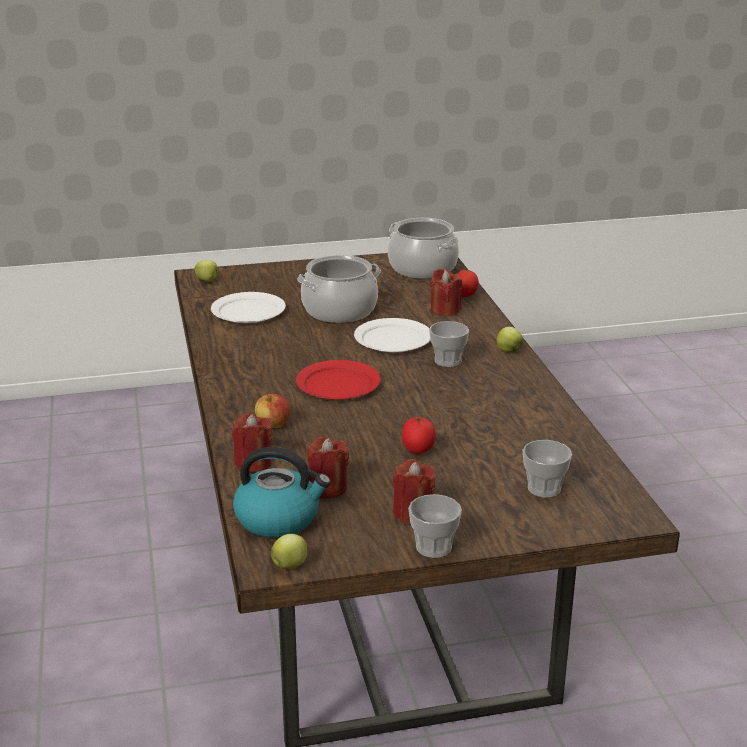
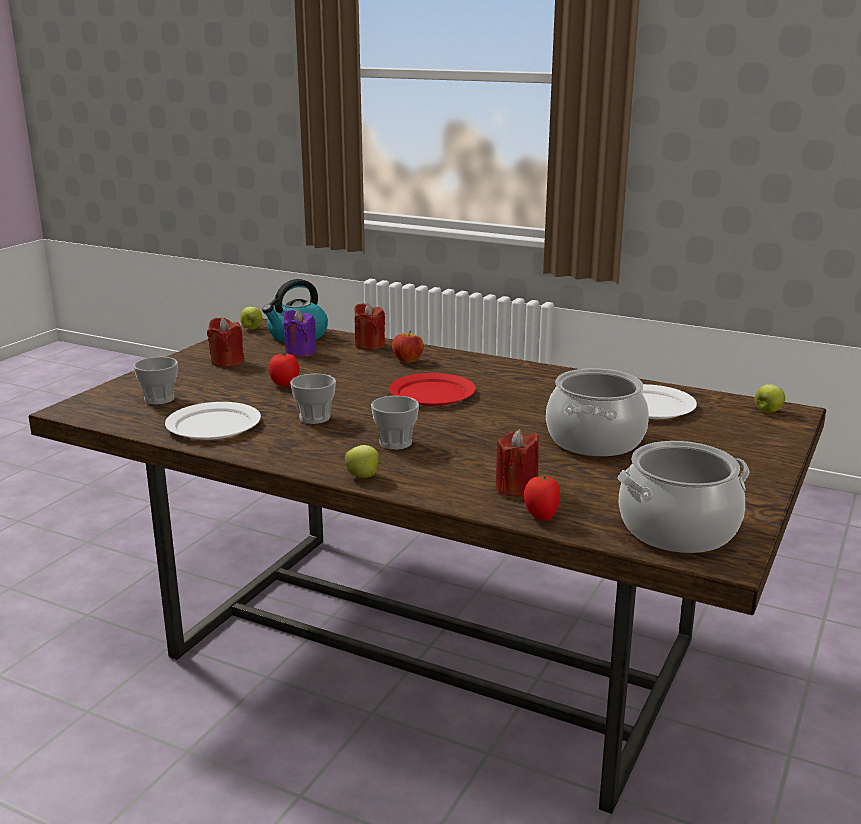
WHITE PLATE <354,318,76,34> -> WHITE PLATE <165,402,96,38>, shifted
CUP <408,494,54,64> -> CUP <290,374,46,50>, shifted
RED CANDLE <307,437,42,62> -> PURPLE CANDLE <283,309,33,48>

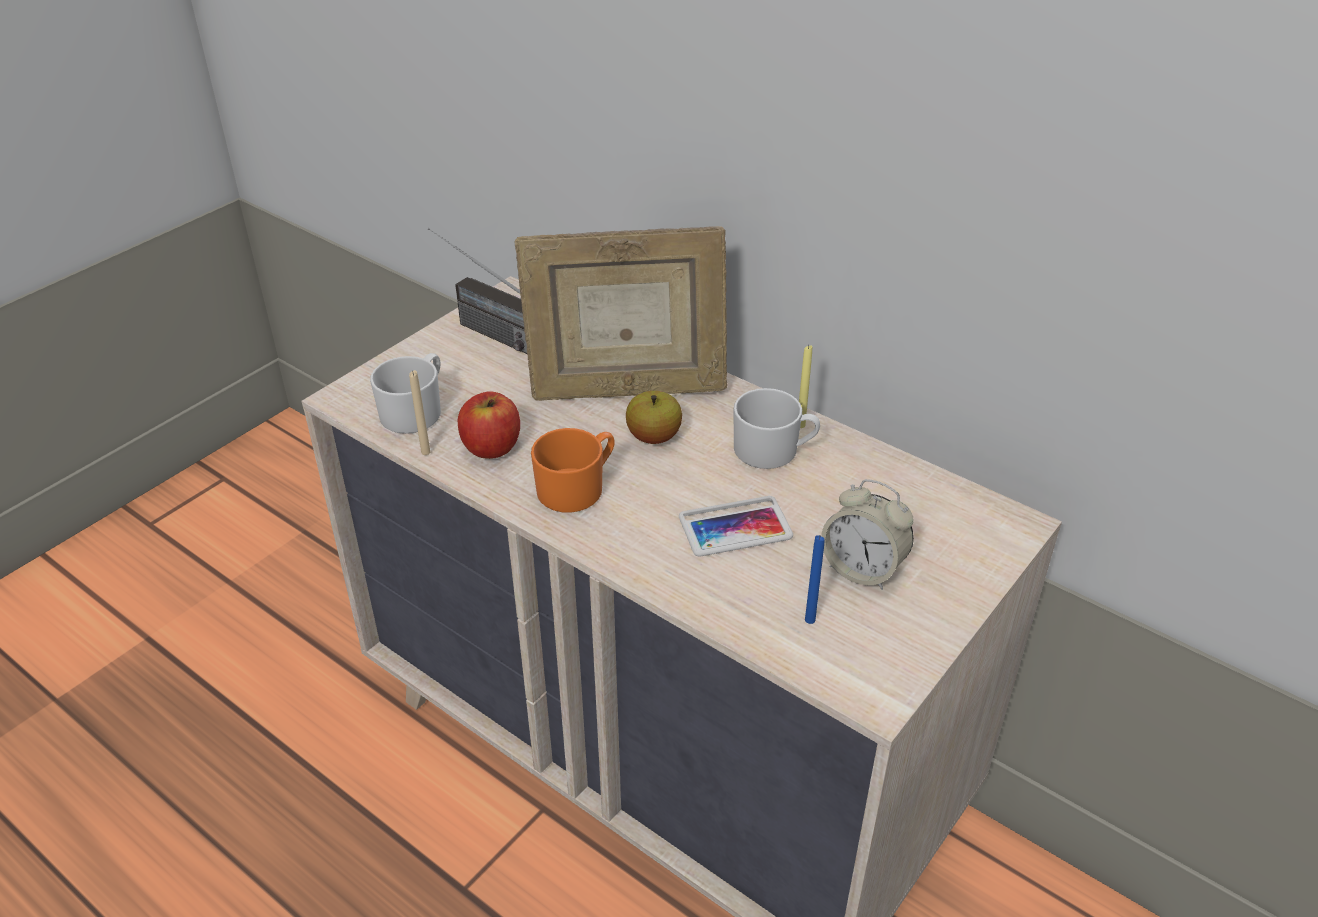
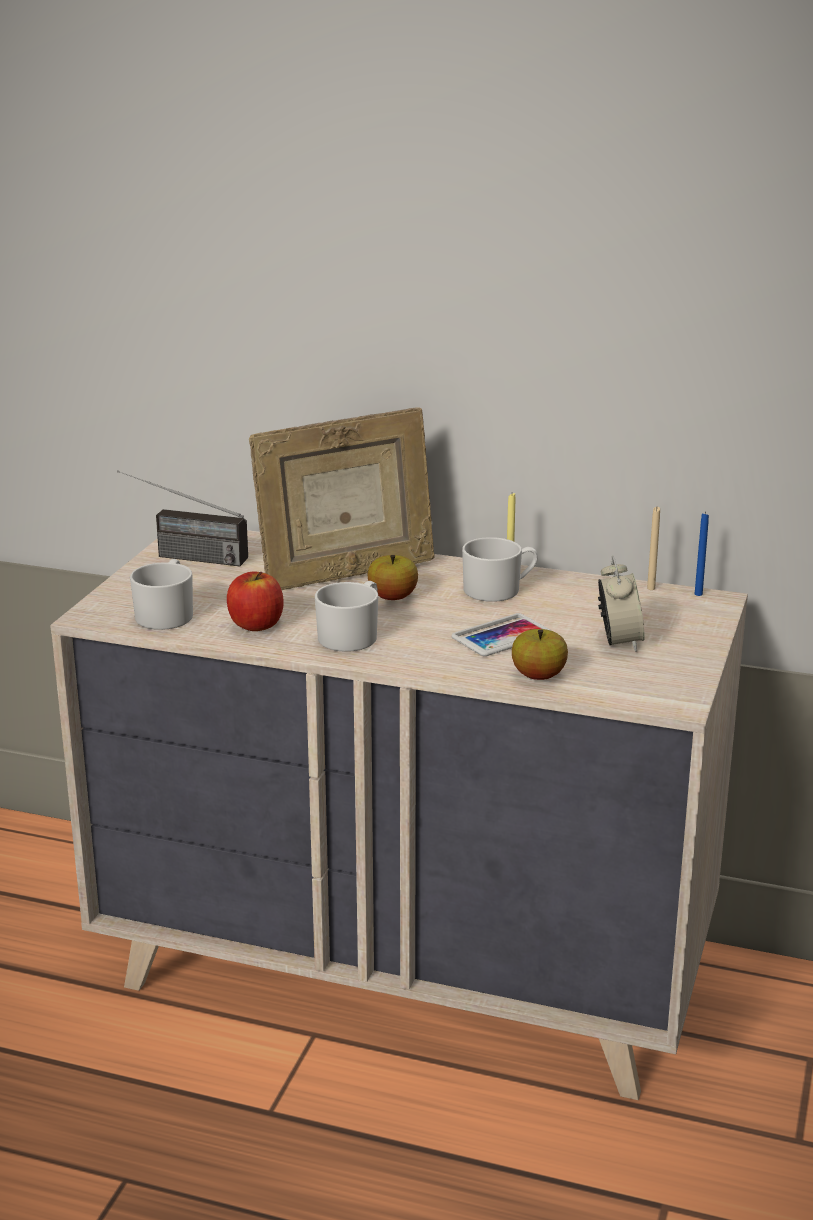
none -> APPLE <512,629,56,51>
BEIGE CANDLE <409,370,21,85> -> BEIGE CANDLE <647,507,13,83>, shifted
BLUE CANDLE <805,535,20,89> -> BLUE CANDLE <695,512,14,84>, shifted
ORANGE MUG <531,428,84,85> -> WHITE MUG <315,581,63,71>
ALARM CLOCK <821,479,93,111> -> ALARM CLOCK <598,555,47,97>, 105 degrees counterclockwise

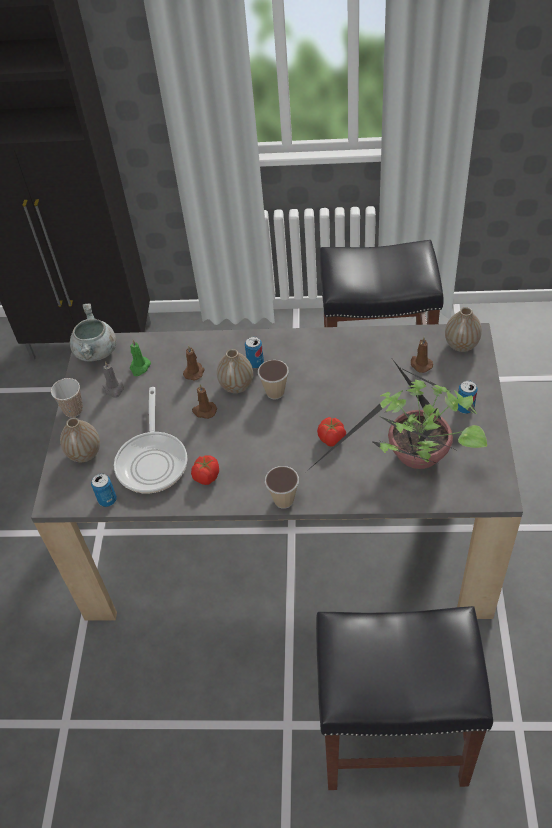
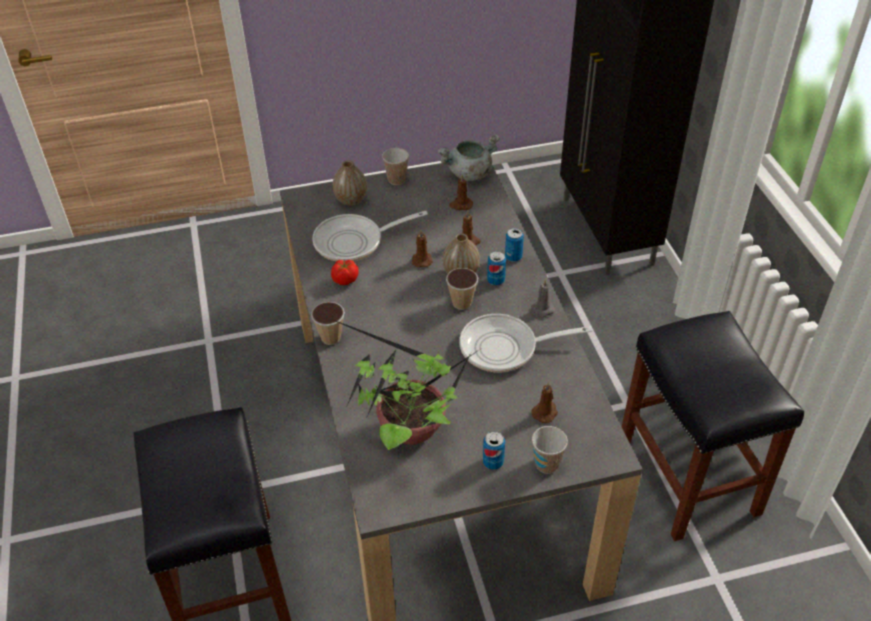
TOMATO <317,417,29,30> -> none
VASE <445,307,37,45> -> none
none -> FRYING PAN <459,314,134,58>
none -> CUP <532,426,36,48>
CAN <91,473,26,34> -> CAN <505,228,19,34>, shifted
GREY CANDLE <103,361,21,37> -> GREY CANDLE <530,279,25,39>, shifted
GREEN CANDLE <130,340,21,36> -> BROWN CANDLE <449,174,24,36>

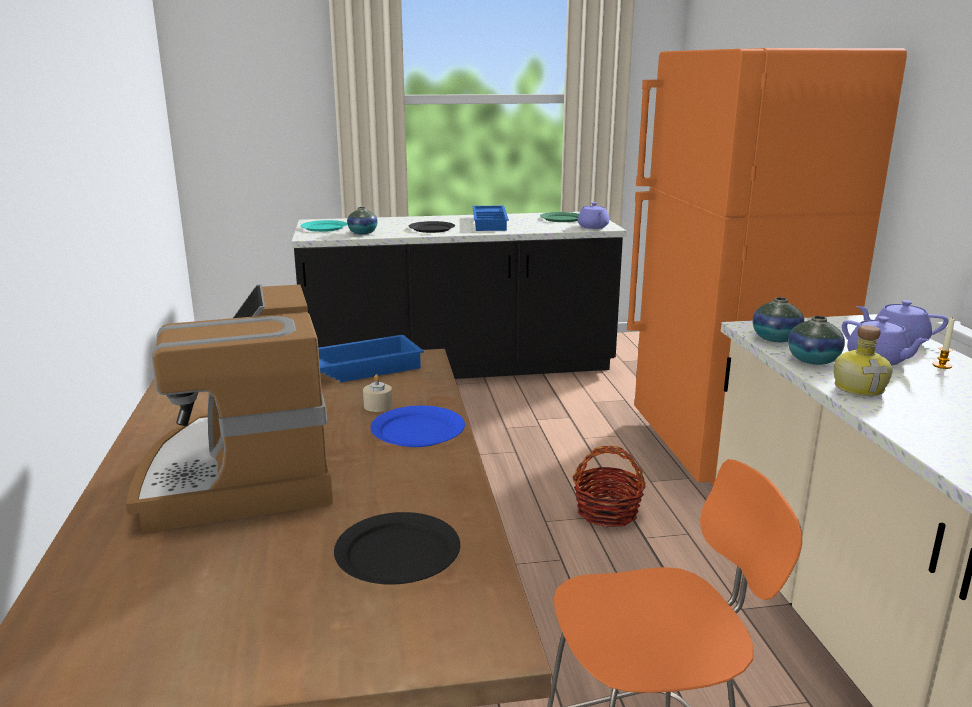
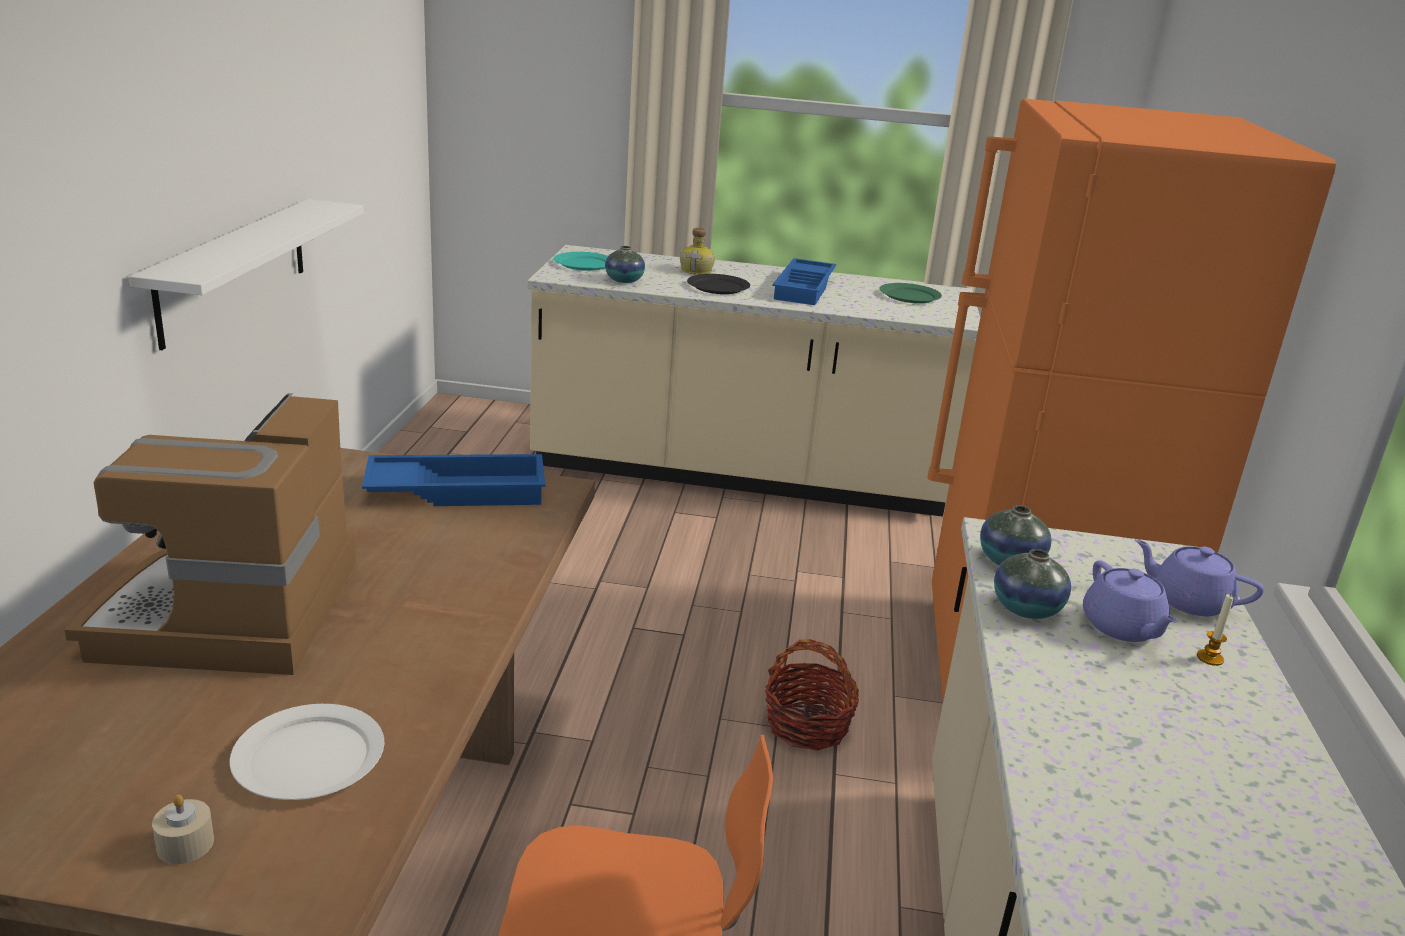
BLUE PLATE <370,406,95,41> -> none
PURPLE TEAPOT <578,202,31,27> -> none
none -> WHITE SHELF <129,199,235,151>
BEIGE CANDLE <363,374,29,38> -> BEIGE CANDLE <152,794,62,70>, shifted
BOTTLE <834,325,58,71> -> BOTTLE <680,228,35,47>, shifted
BLACK COUNTER <292,212,335,167> -> BEIGE COUNTER <527,245,453,272>
BLACK PLATE <334,512,126,72> -> WHITE PLATE <230,704,154,96>

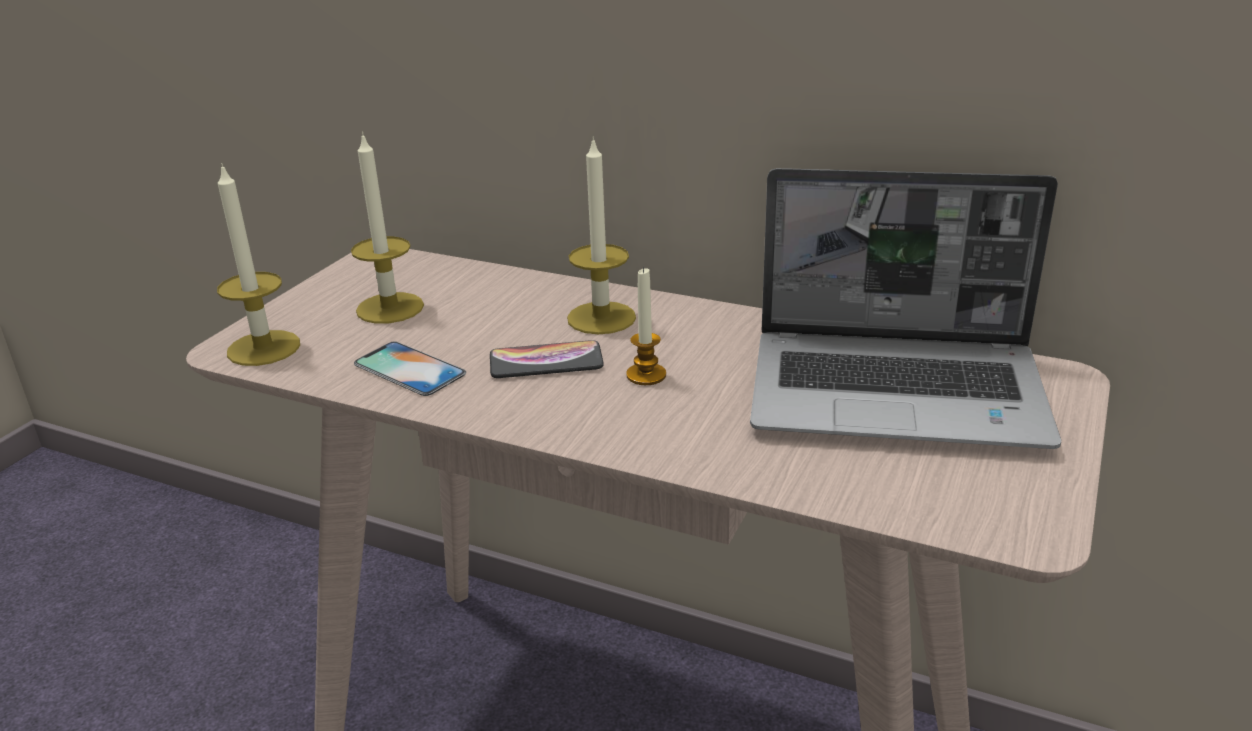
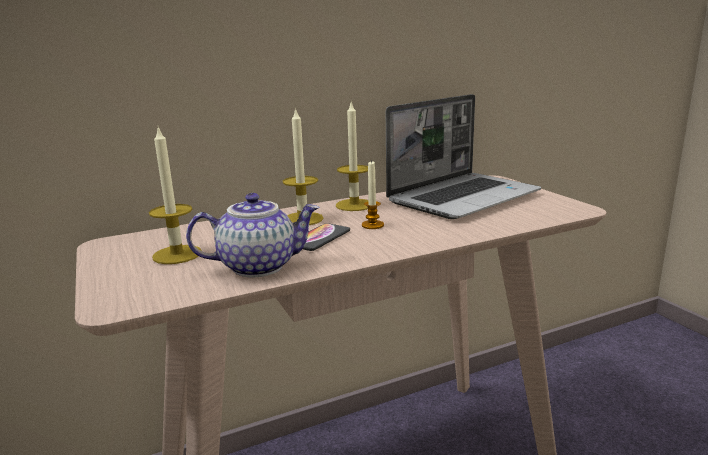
CANDLE <217,163,83,203> -> CANDLE <336,103,33,108>, shifted
PHONE <354,341,112,55> -> TEAPOT <186,193,134,84>

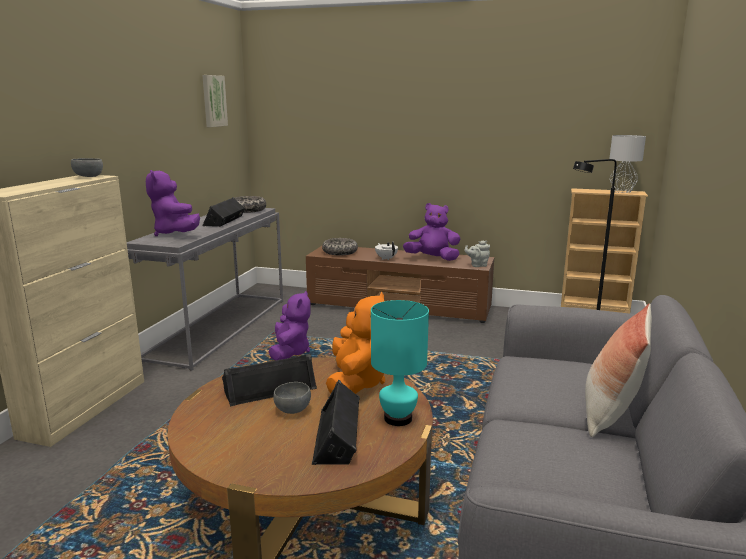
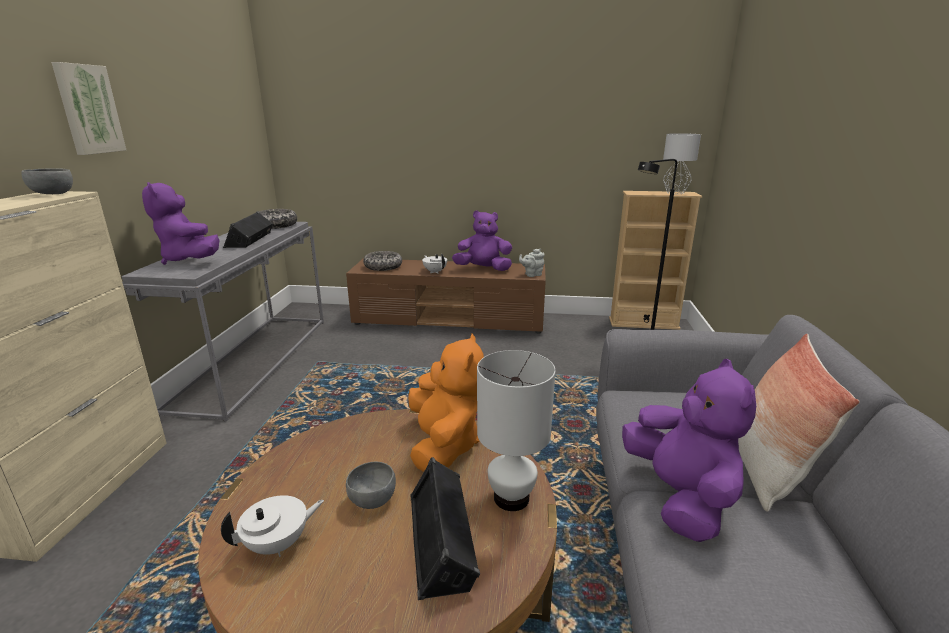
BLACK SPEAKER <222,354,95,52> -> none
none -> WHITE TEAPOT <221,495,103,62>
PICTURE <202,75,26,52> -> PICTURE <51,62,75,93>, shifted
PURPLE PLUSH TOY <269,291,42,69> -> PURPLE PLUSH TOY <622,359,134,183>, shifted
TURQUOISE TABLE LAMP <371,300,58,126> -> WHITE TABLE LAMP <477,350,79,161>

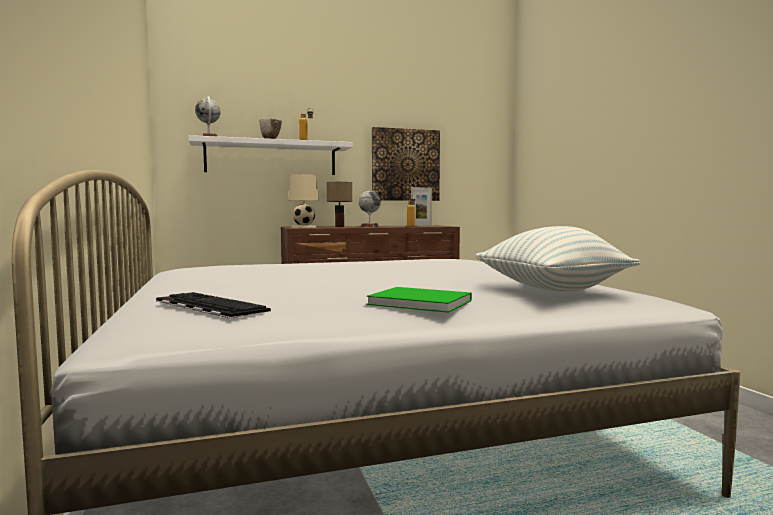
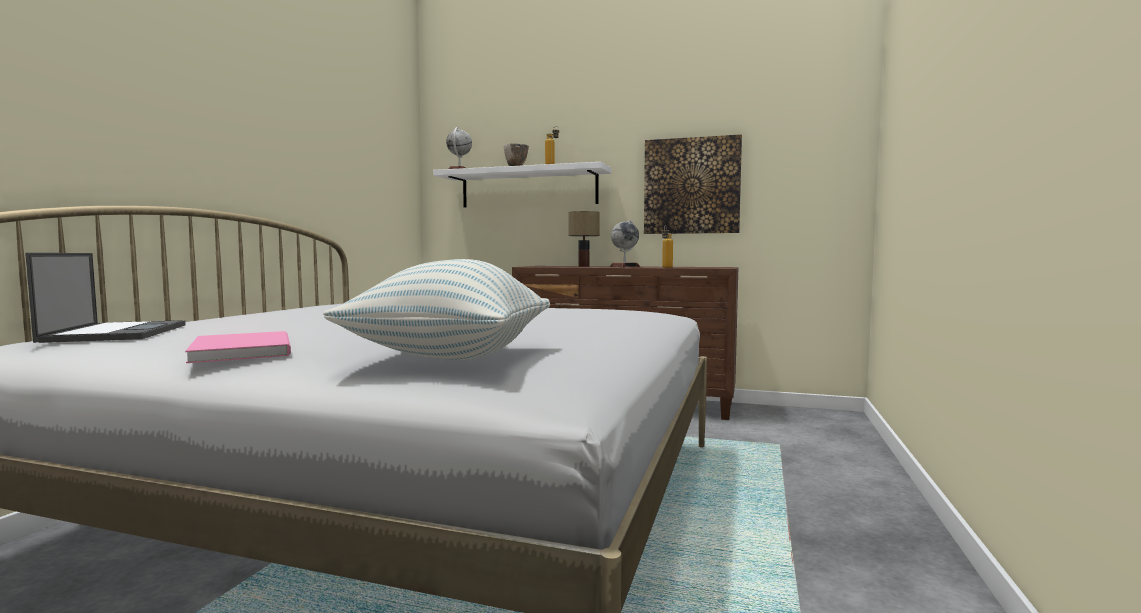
BEIGE TABLE LAMP <288,174,31,54> -> none
PICTURE FRAME <411,187,21,39> -> none
KEYBOARD <156,292,115,27> -> LAPTOP <25,253,161,90>
GREEN BOOK <367,287,105,26> -> PINK BOOK <185,331,106,32>

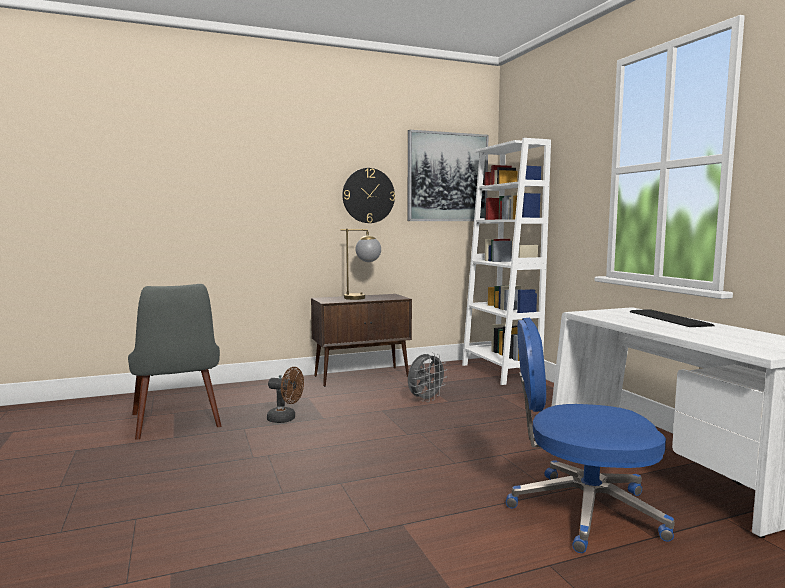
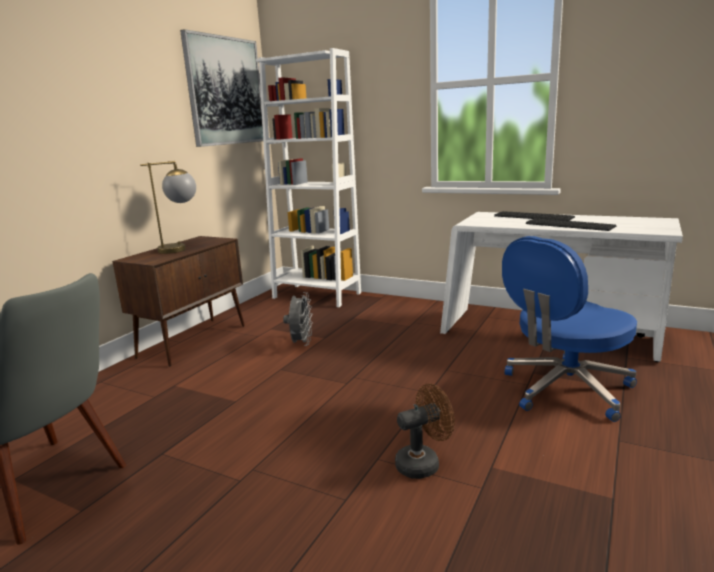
WALL CLOCK <342,168,53,55> -> none
none -> KEYBOARD <526,218,90,13>
BROWN FAN <267,367,37,56> -> BROWN FAN <395,384,60,95>, shifted

